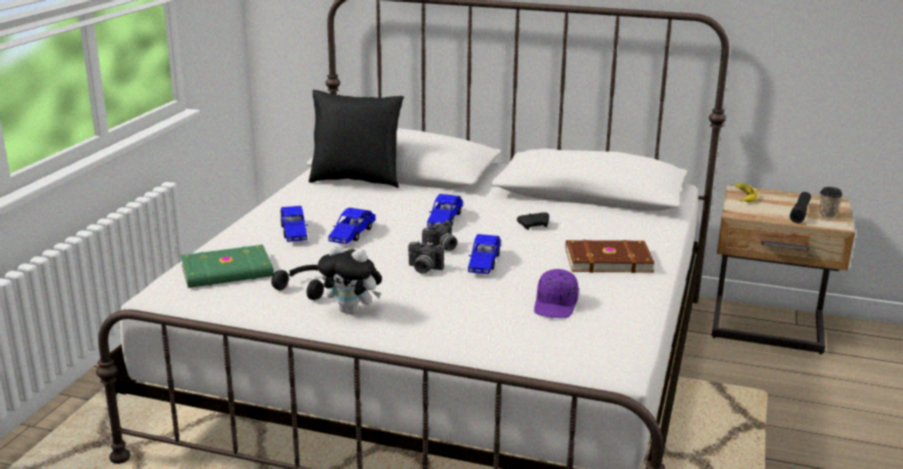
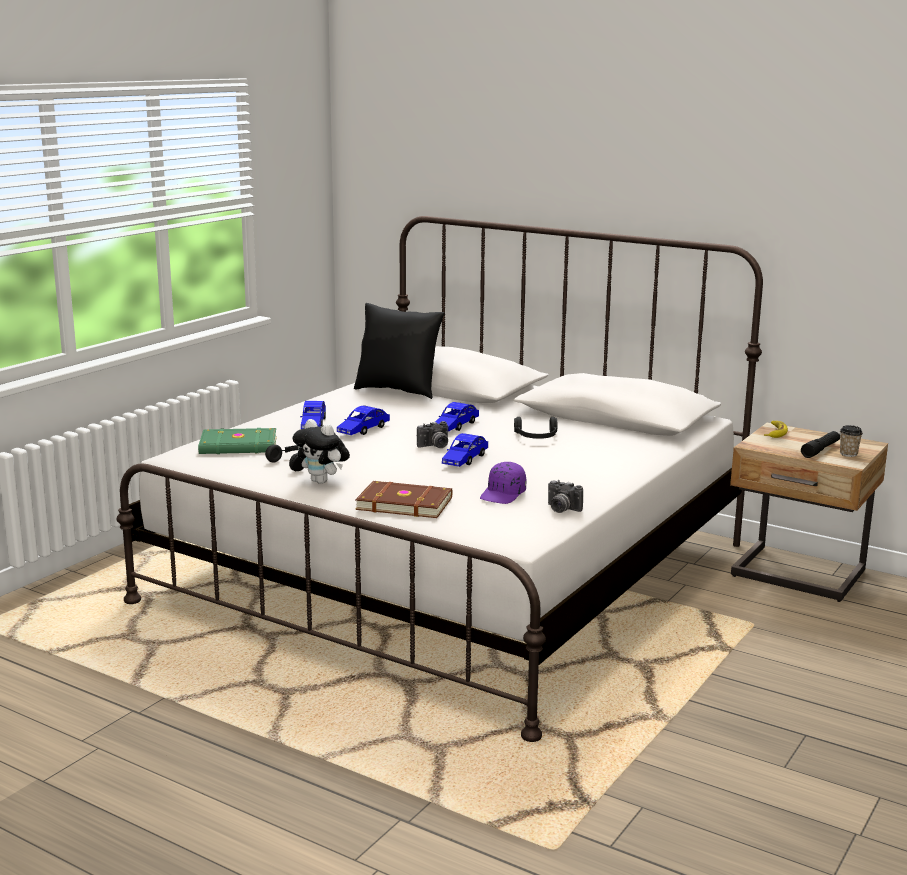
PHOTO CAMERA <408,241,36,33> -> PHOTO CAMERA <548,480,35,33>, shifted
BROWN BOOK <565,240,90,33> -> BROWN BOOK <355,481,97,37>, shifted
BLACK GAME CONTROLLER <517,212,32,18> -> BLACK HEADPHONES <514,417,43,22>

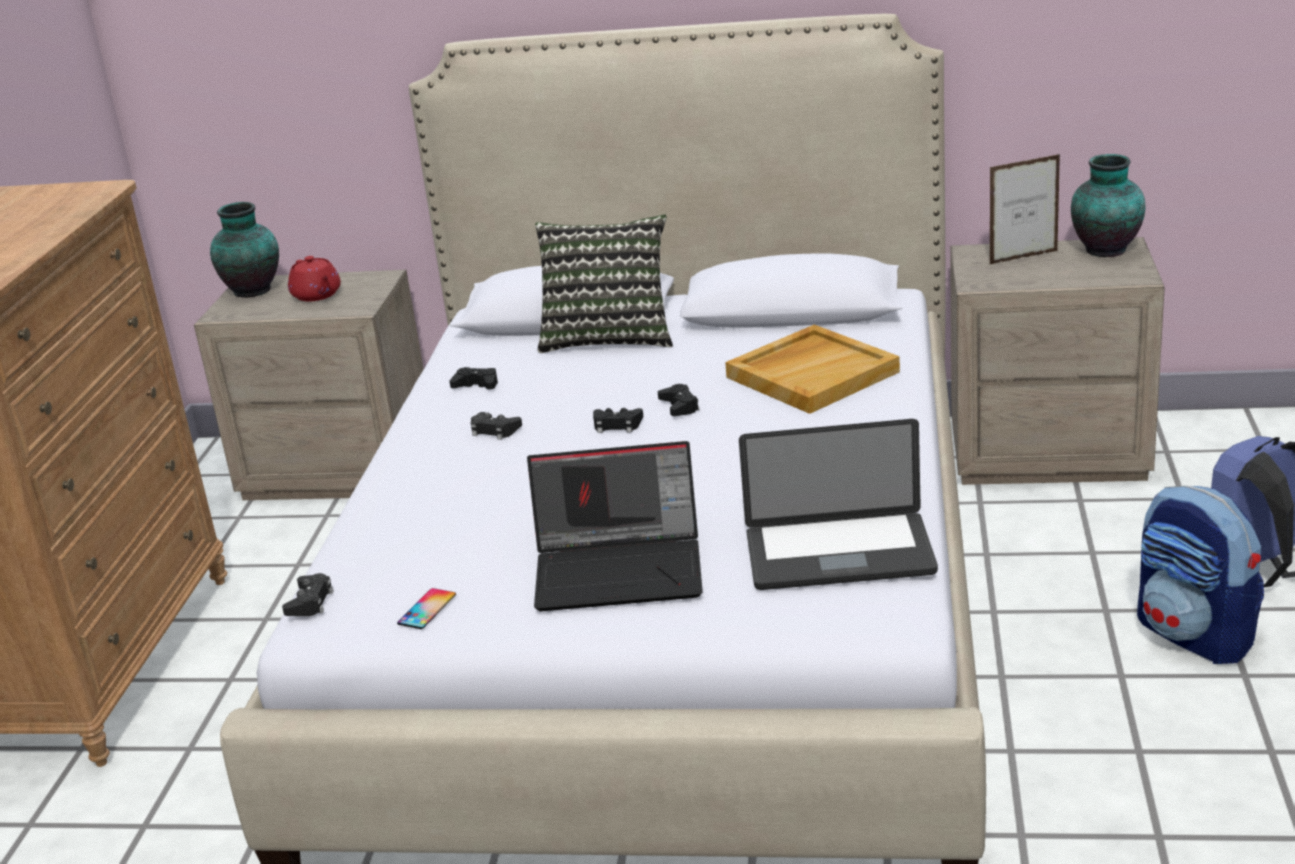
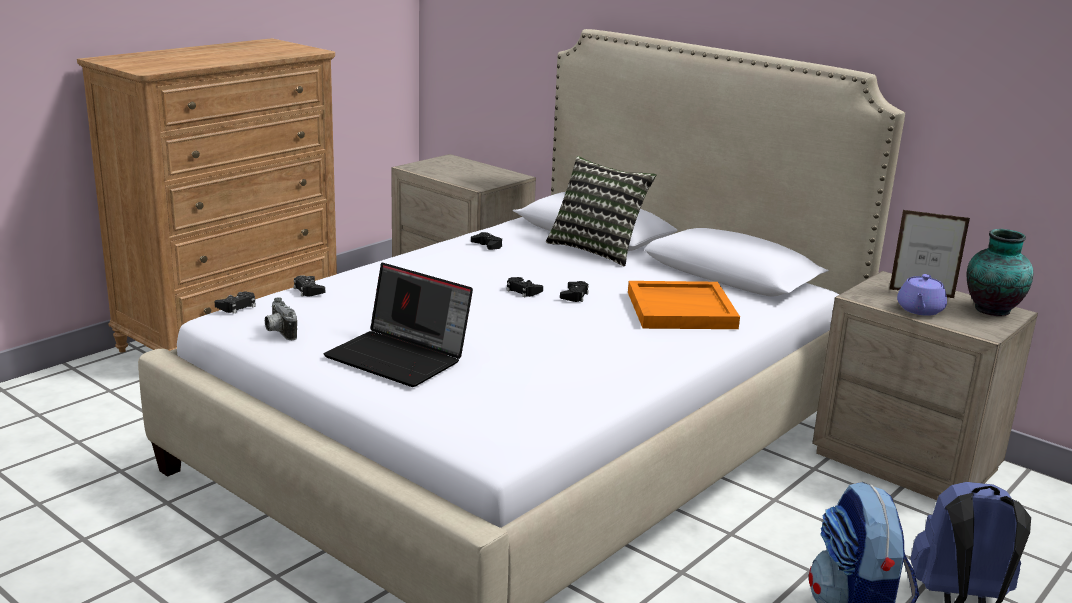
VASE <210,202,69,96> -> none
RED TEAPOT <288,256,53,45> -> none
LAPTOP <739,419,199,171> -> none
none -> PURPLE TEAPOT <897,274,50,42>
BLACK GAME CONTROLLER <470,412,52,28> -> BLACK GAME CONTROLLER <293,275,32,22>, shifted
PHONE <397,588,59,41> -> PHOTO CAMERA <265,297,32,43>
BEIGE TRAY <725,325,175,89> -> ORANGE TRAY <628,281,112,48>

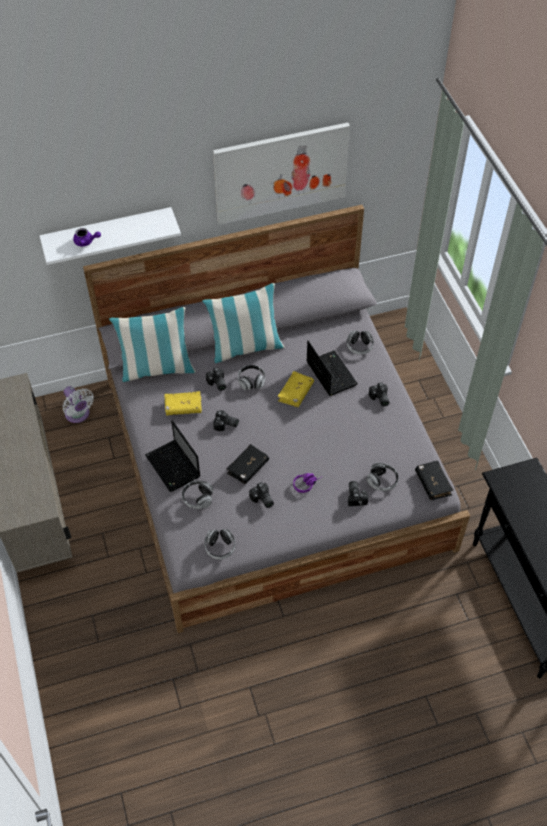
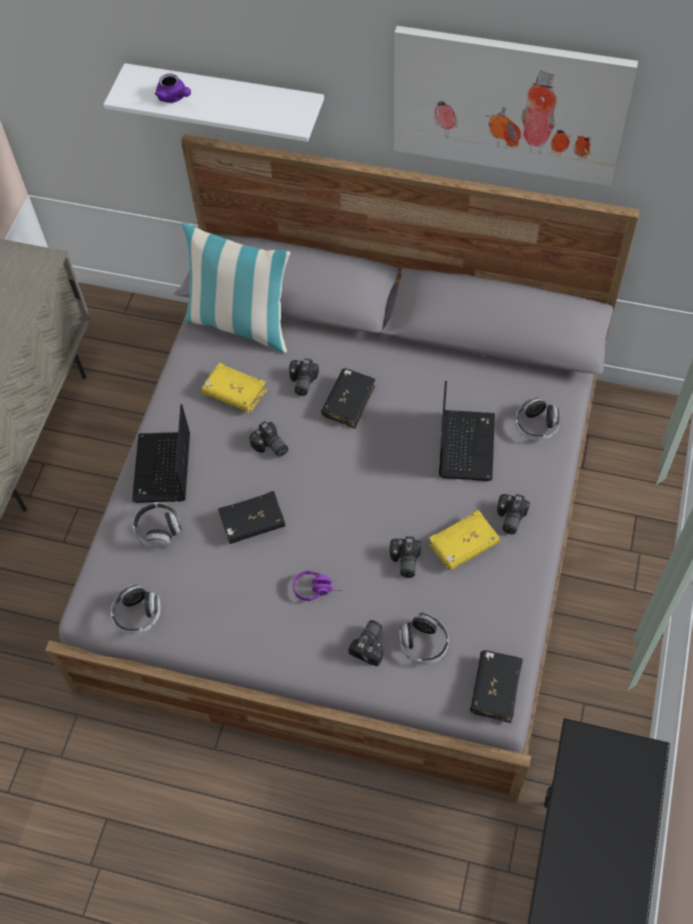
WHITE FAN <63,386,31,37> -> none
PILLOW <202,283,83,80> -> none
PHOTO CAMERA <249,482,25,26> -> PHOTO CAMERA <390,536,31,42>, shifted
YELLOW BOOK <277,371,37,36> -> YELLOW BOOK <429,510,71,61>, shifted
HEADPHONES <238,365,27,25> -> BLACK BOOK <321,368,55,61>

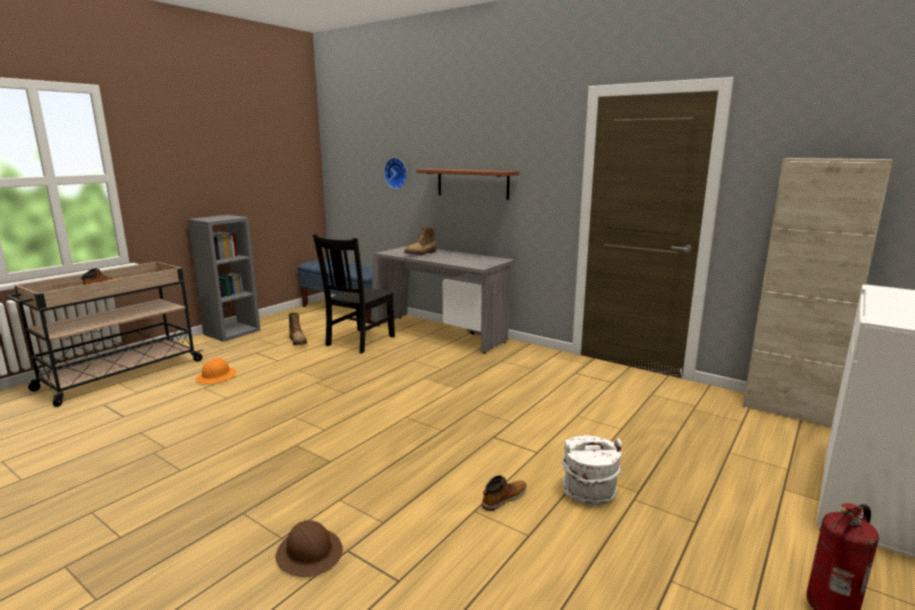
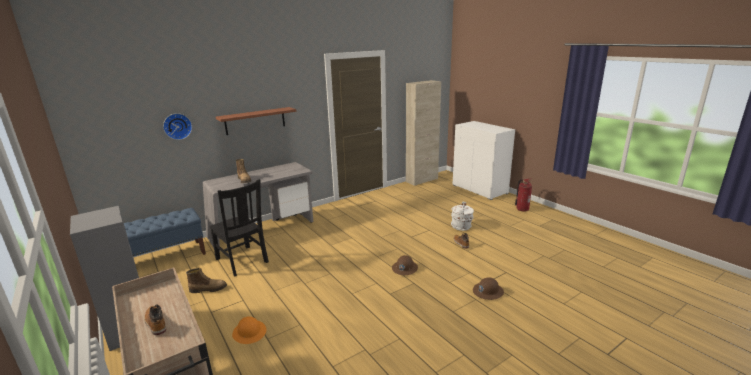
none -> BROWN HARD HAT <392,255,26,20>

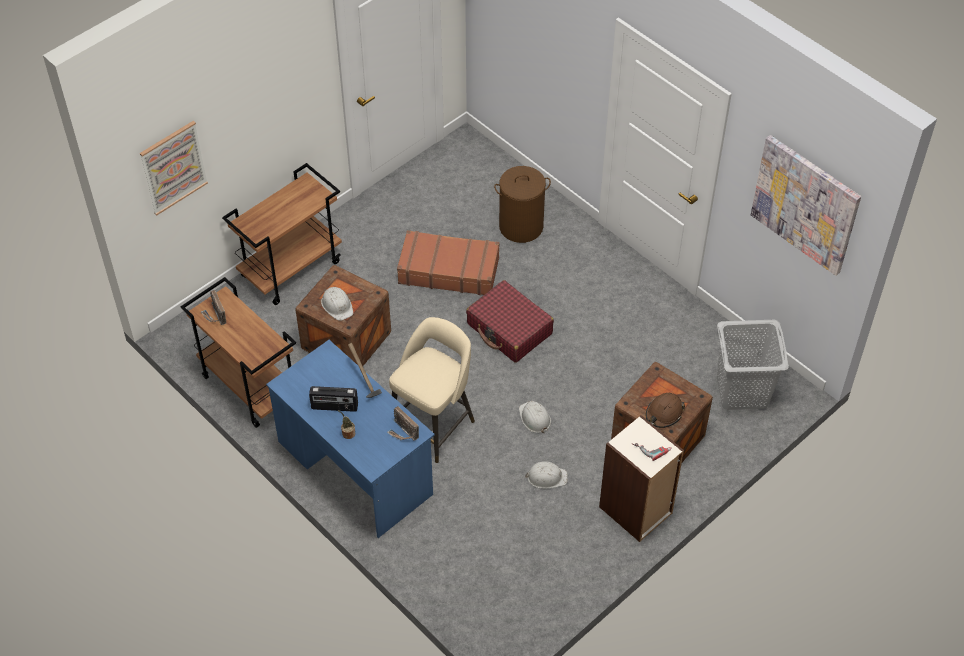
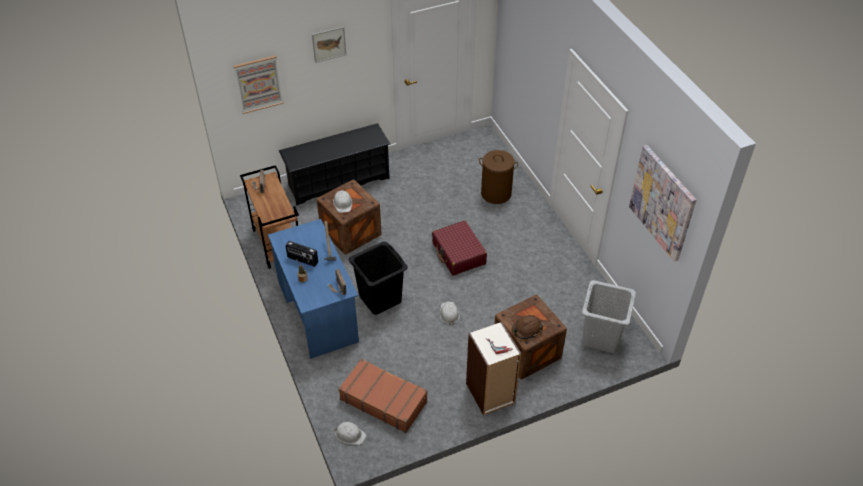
none -> PICTURE <312,27,34,36>
BROWN SUITCASE <397,230,103,65> -> BROWN SUITCASE <339,359,89,74>, shifted
WHITE HARD HAT <525,461,43,28> -> WHITE HARD HAT <334,422,32,23>, shifted
BROWN CART <222,163,120,142> -> BLACK SHOE RACK <279,123,111,82>
BEIGE STOOL <389,317,86,146> -> BLACK LAUNDRY BASKET <349,242,59,73>

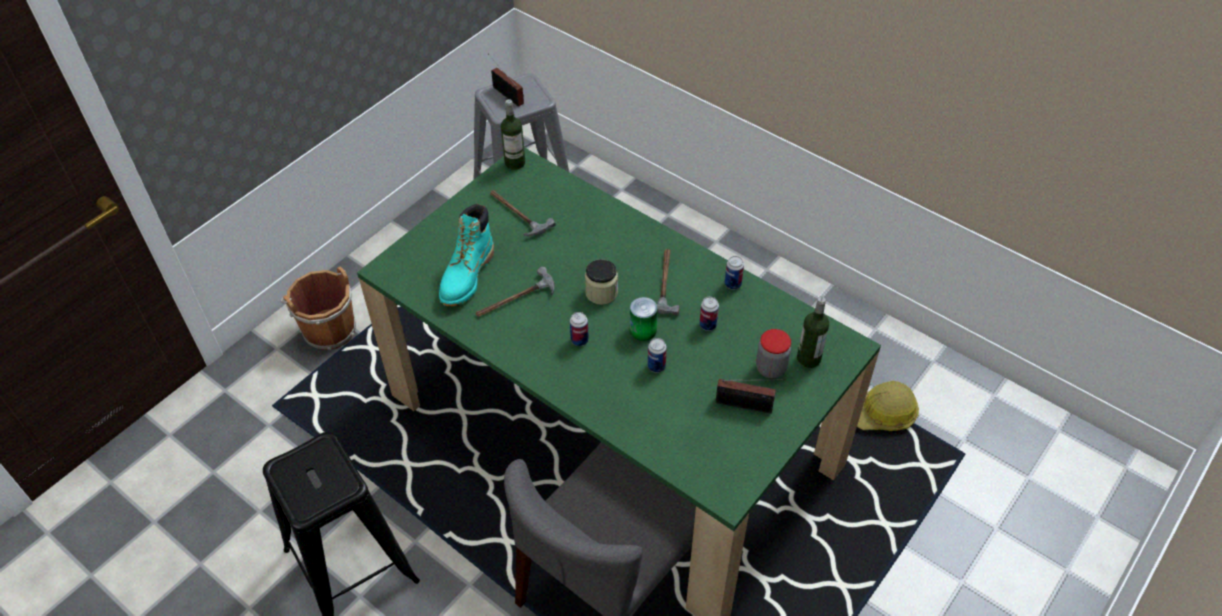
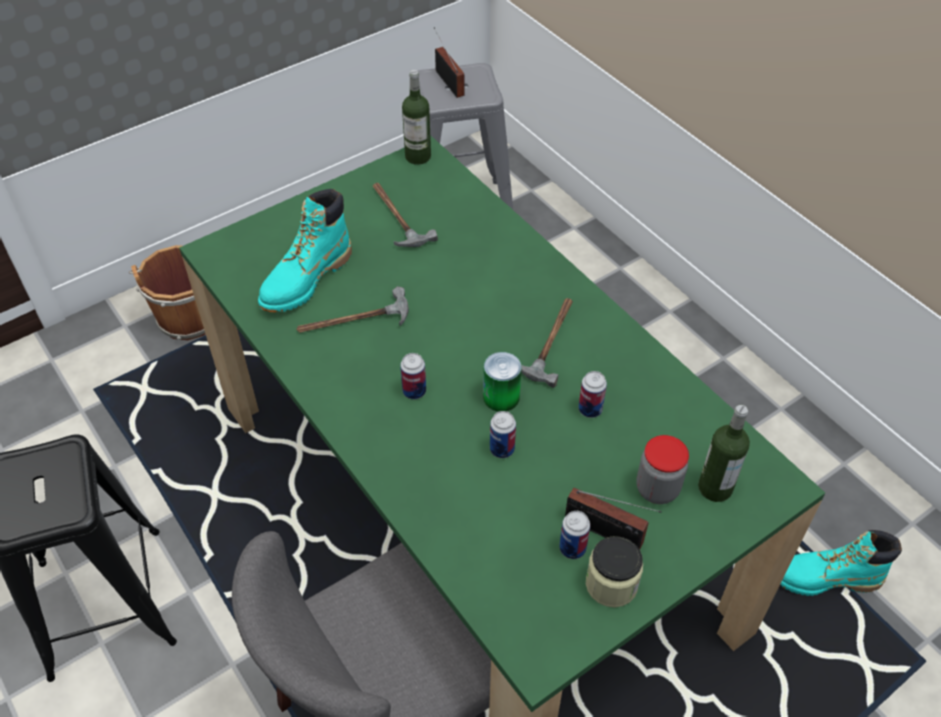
JAR <585,259,33,46> -> JAR <586,536,57,71>, shifted
CAN <725,256,19,34> -> CAN <559,511,31,48>, shifted
HARD HAT <857,381,62,50> -> TURQUOISE BOOT <780,530,122,66>

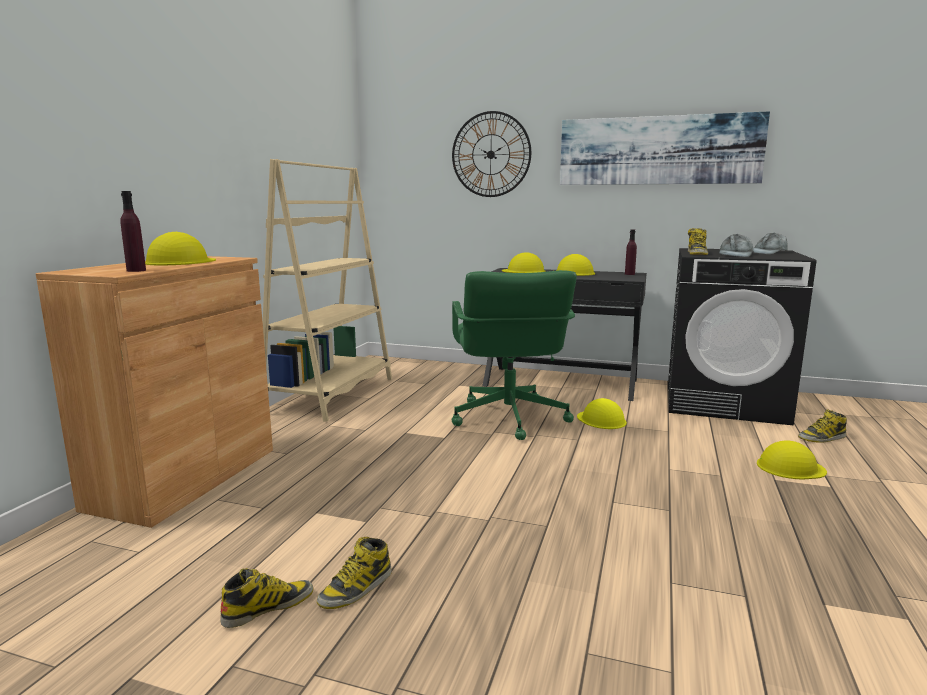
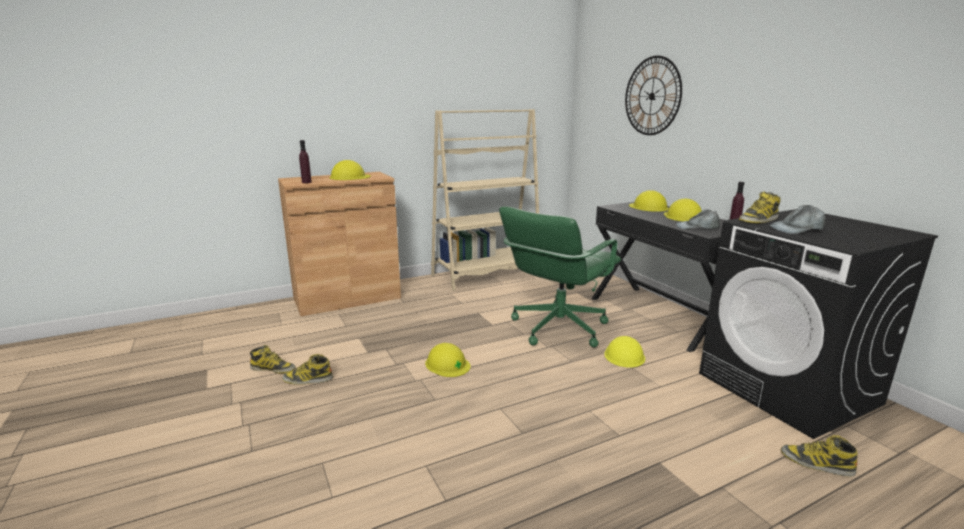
PICTURE <560,111,210,74> -> none
GREY CAP <753,233,35,21> -> GREY CAP <676,210,44,19>, shifted
YELLOW HARD HAT <757,440,70,39> -> YELLOW HARD HAT <425,343,46,34>, shifted

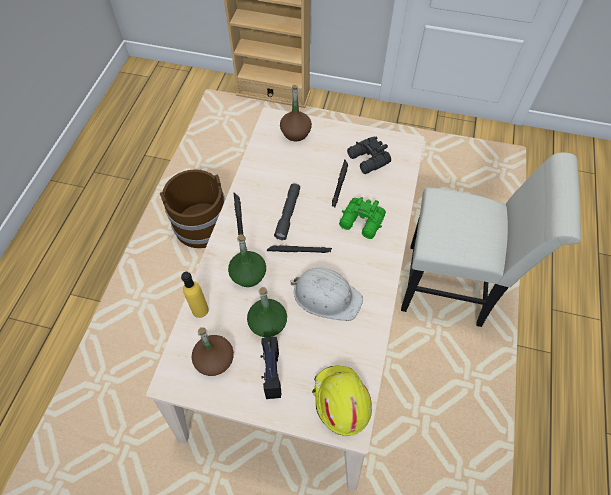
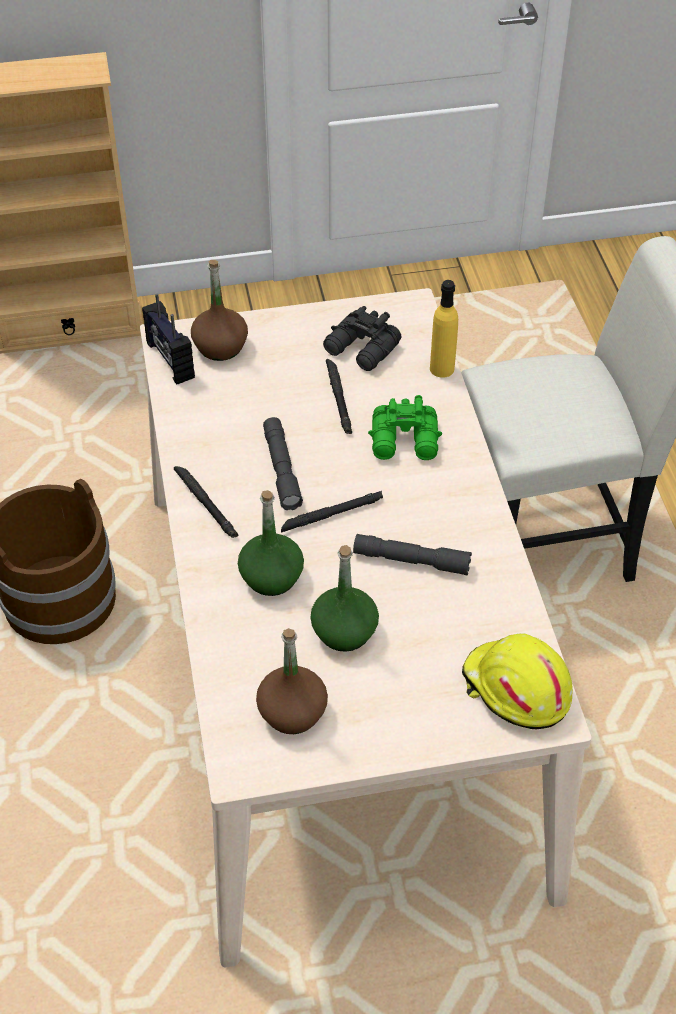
YELLOW BOTTLE <181,272,28,46> -> YELLOW BOTTLE <430,280,28,98>, shifted
RADIO <261,337,20,62> -> RADIO <142,294,53,90>, shifted
WHITE HARD HAT <290,267,73,54> -> GREY FLASHLIGHT <353,534,119,42>

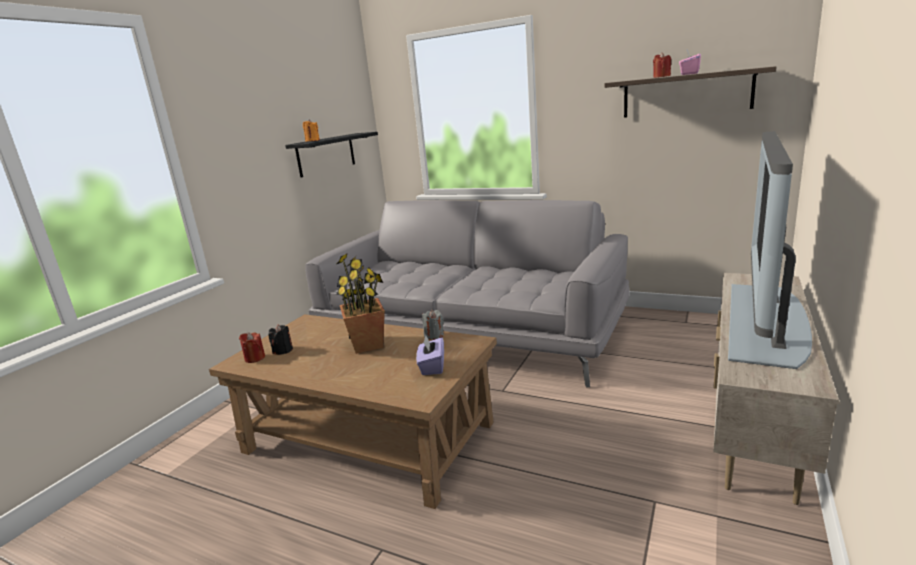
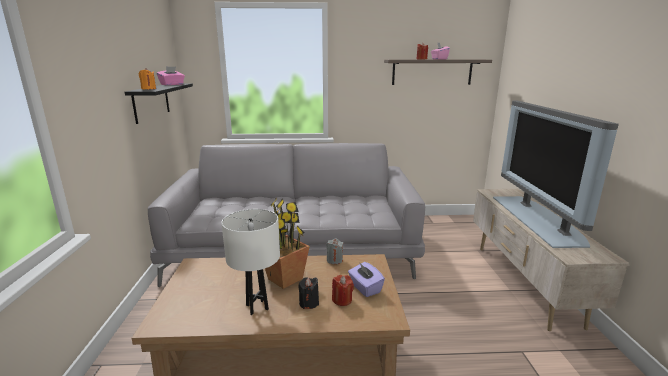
none -> PINK TISSUE BOX <157,66,28,19>
none -> WHITE TABLE LAMP <221,209,59,106>
RED CANDLE <239,332,26,31> -> RED CANDLE <332,275,22,31>, shifted
BLACK CANDLE <268,324,25,31> -> BLACK CANDLE <298,277,21,32>, shifted

